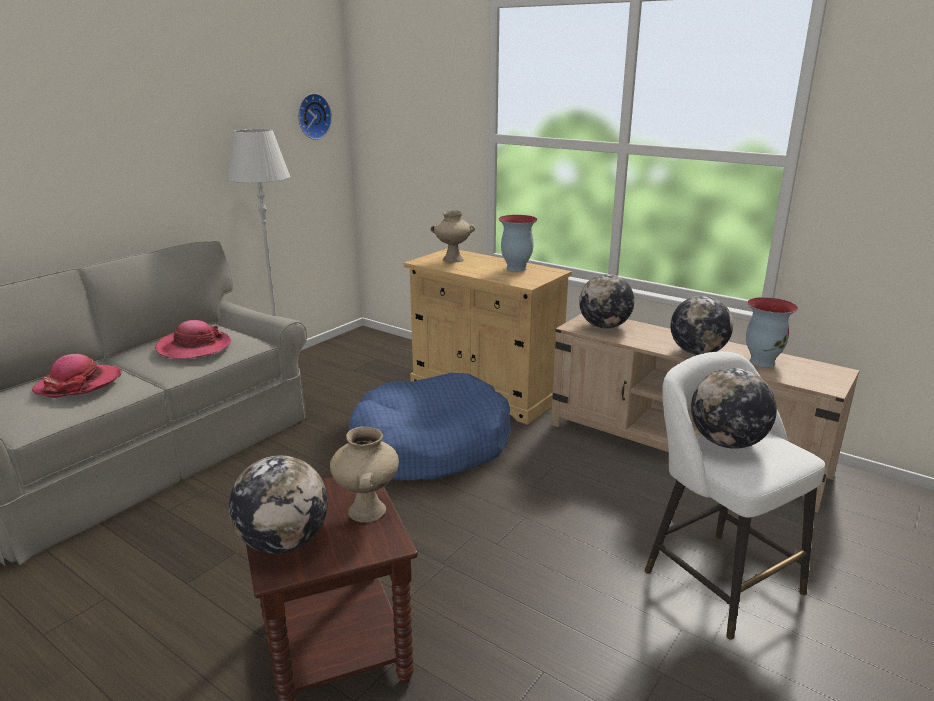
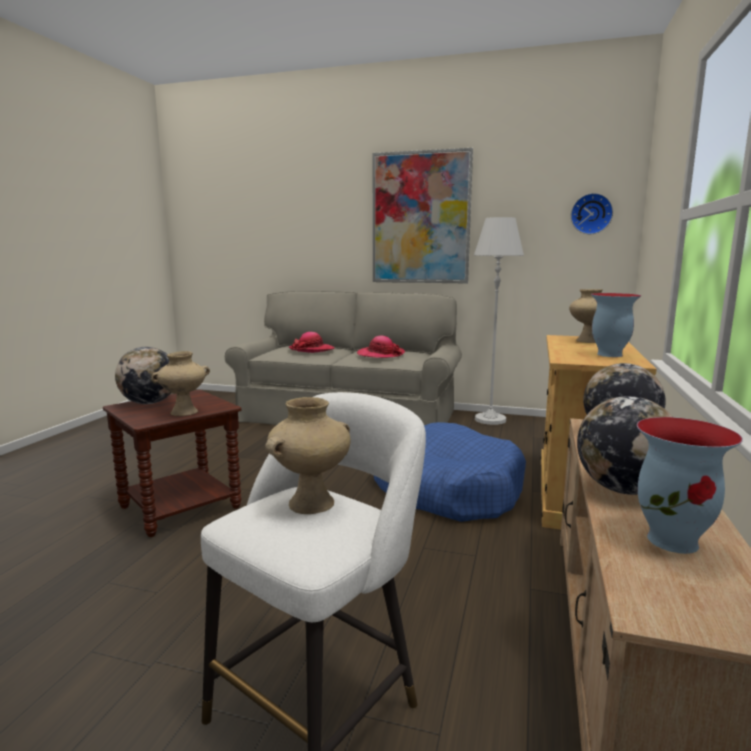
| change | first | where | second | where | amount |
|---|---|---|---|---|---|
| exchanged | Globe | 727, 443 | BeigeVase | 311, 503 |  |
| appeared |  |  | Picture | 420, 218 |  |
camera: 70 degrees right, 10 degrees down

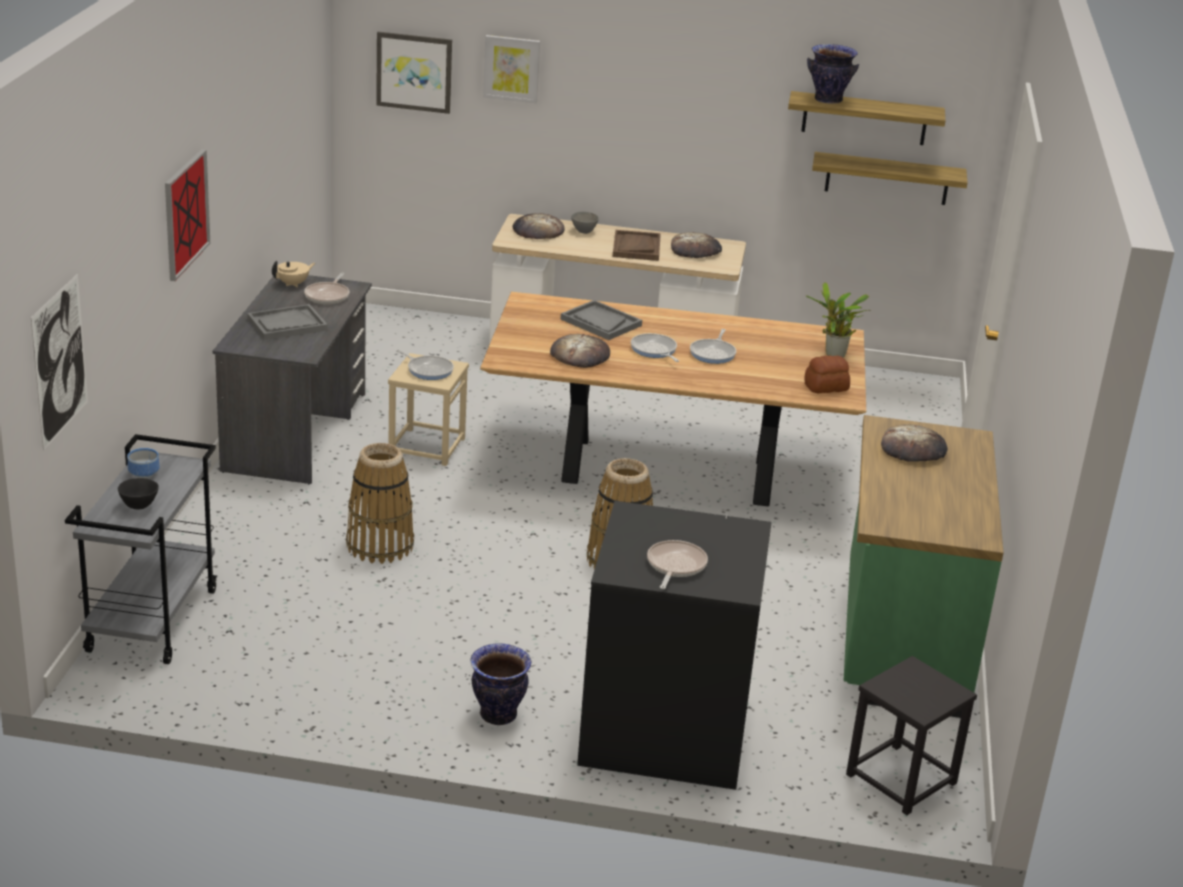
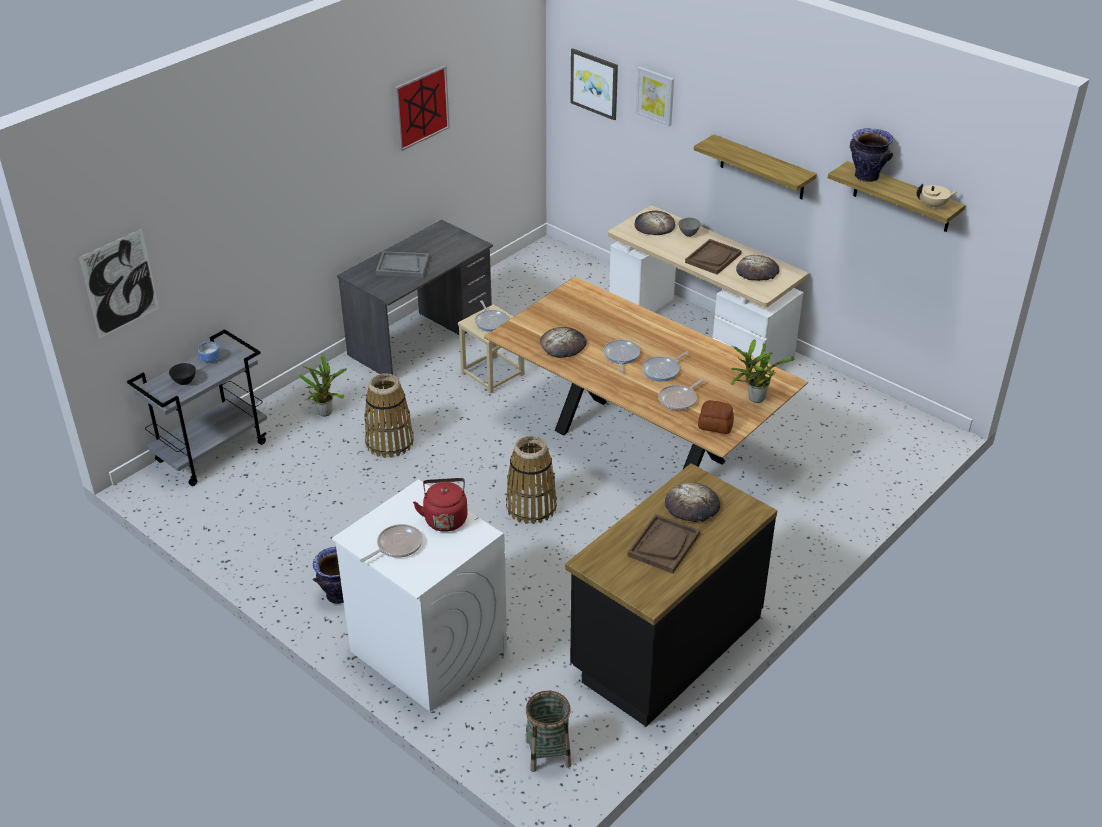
| change | first | where | second | where | amount |
|---|---|---|---|---|---|
| relocated | Picture | 185, 214 |  | 421, 107 |  |
| relocated | BeigeTeapot | 293, 284 |  | 934, 205 |  |
| relocated | FryingPan | 328, 296 |  | 679, 399 |  |
| missing | GreyTray | 600, 322 |  |  |  |
| colour | BlackWashingMachine | 663, 731 | WhiteWashingMachine | 428, 649 |  |
| relocated | Shelf | 887, 178 |  | 762, 168 |  |
| colour | GreenCounter | 900, 640 | BlackCounter | 665, 644 |  |
| exchanged | BlackStool | 901, 779 | Basket | 548, 753 |  |
| appeared |  |  | PottedPlant | 326, 411 |  |
| appeared |  |  | RedKettle | 445, 518 |  |
| appeared |  |  | BrownTray | 663, 545 |  |
camera: 35 degrees right, 10 degrees up

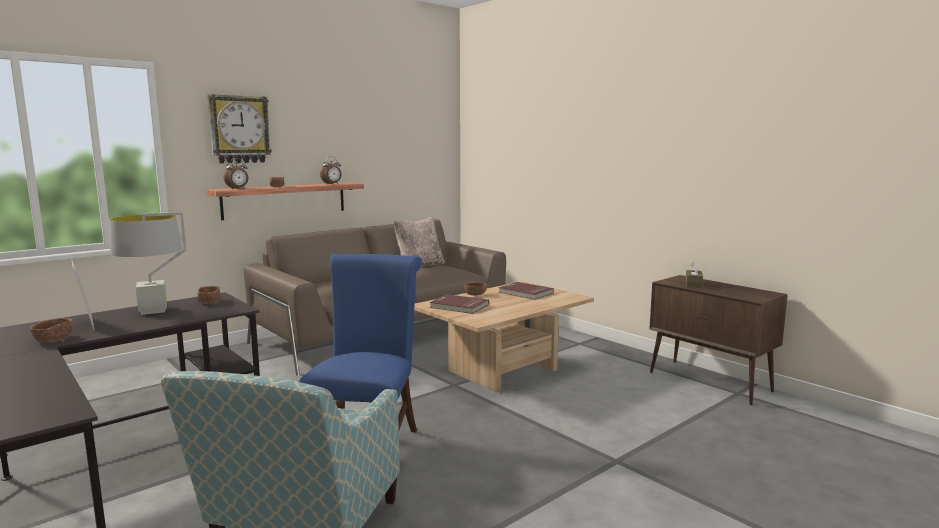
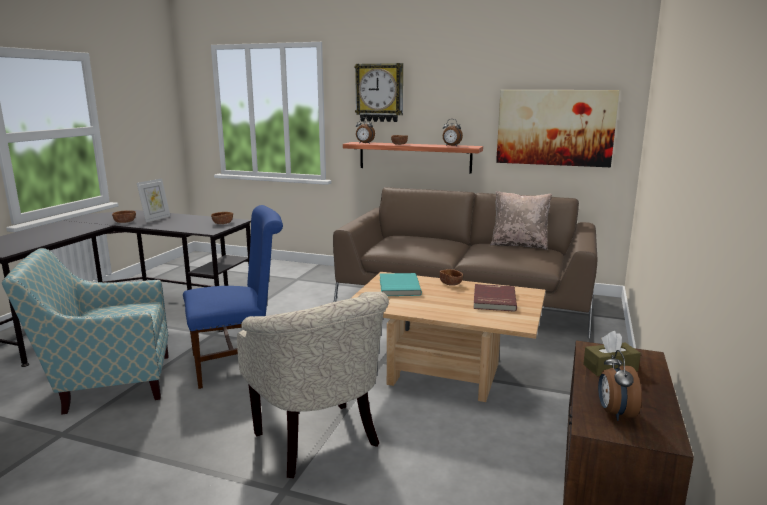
| change | first | where | second | where | amount |
|---|---|---|---|---|---|
| missing | GreyTableLamp | 153, 310 |  |  |  |
| colour | RedBook | 459, 306 | TurquoiseBook | 398, 287 |  |
| appeared |  |  | BeigeArmchair | 320, 442 |  |
| appeared |  |  | Picture | 555, 127 |  |
| appeared |  |  | AlarmClock | 614, 413 |  |
camera: 60 degrees right, 5 degrees up

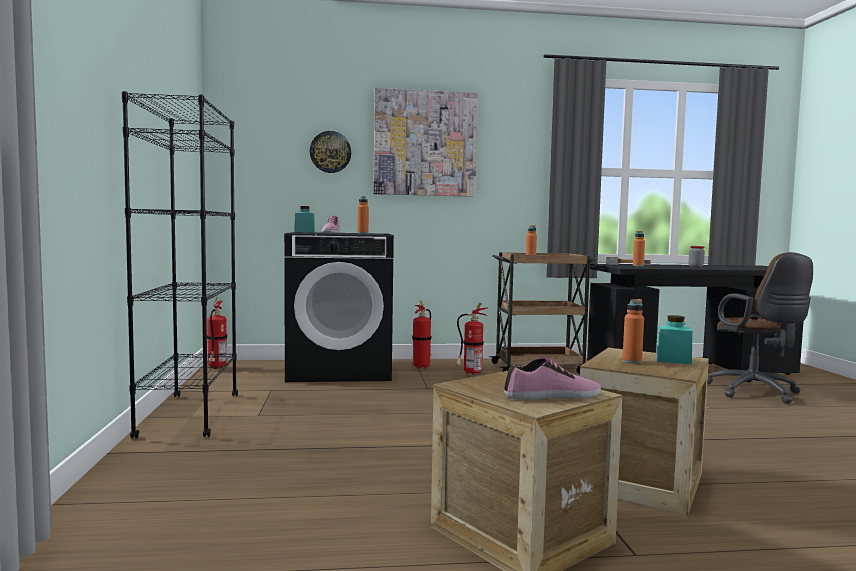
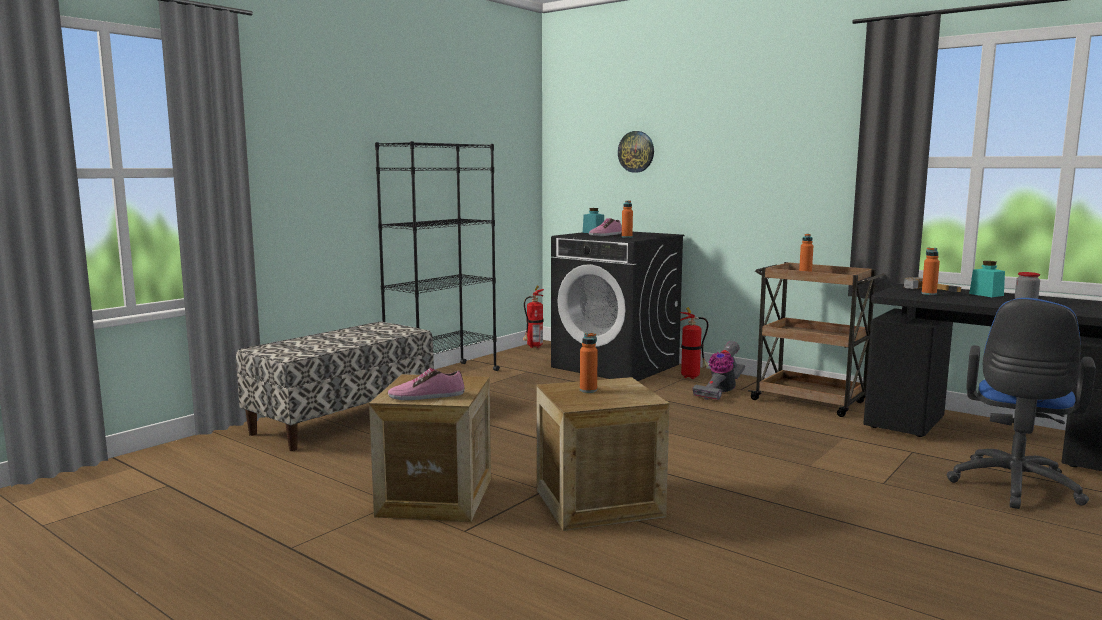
| change | first | where | second | where | amount |
|---|---|---|---|---|---|
| missing | Picture | 425, 143 |  |  |  |
| exchanged | FireExtinguisher | 470, 373 | VacuumCleaner | 720, 392 |  |
| spun | Shoe | 553, 396 |  | 426, 396 | 135 degrees clockwise |
| relocated | TurquoiseJar | 673, 360 |  | 986, 294 |  |
| colour | BrownOfficeChair | 756, 393 | BlueOfficeChair | 1013, 488 |  |
| appeared |  |  | Bench | 343, 419 |  |
camera: 45 degrees right, 5 degrees up

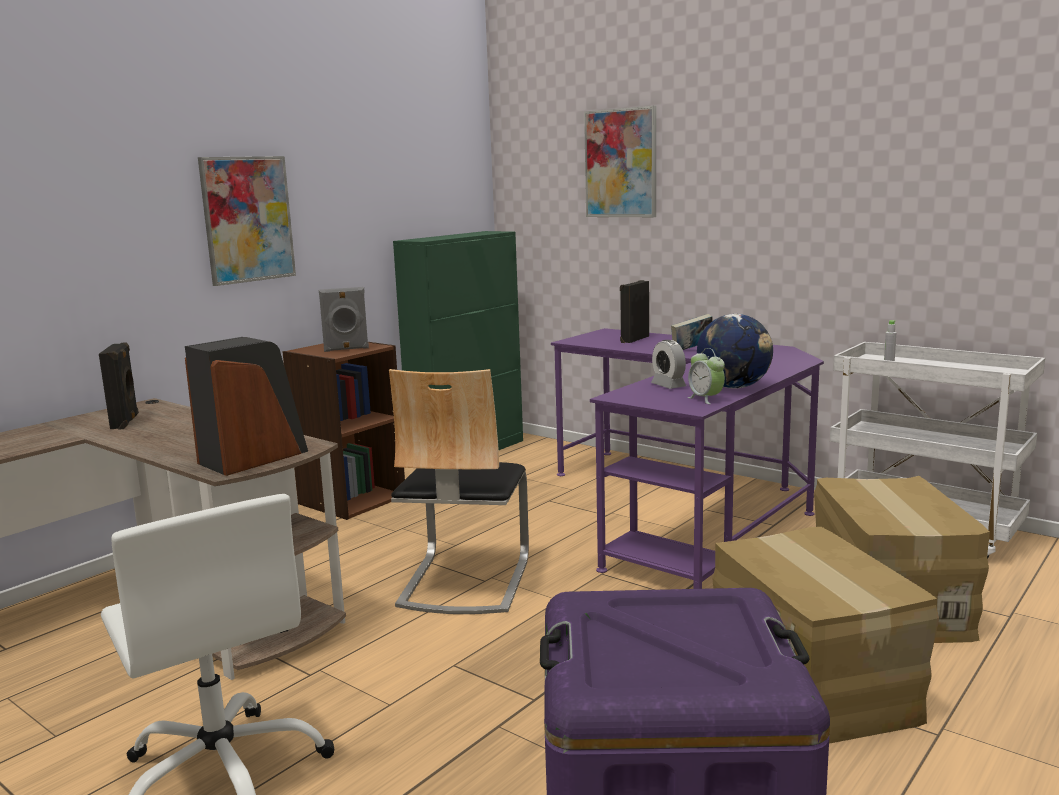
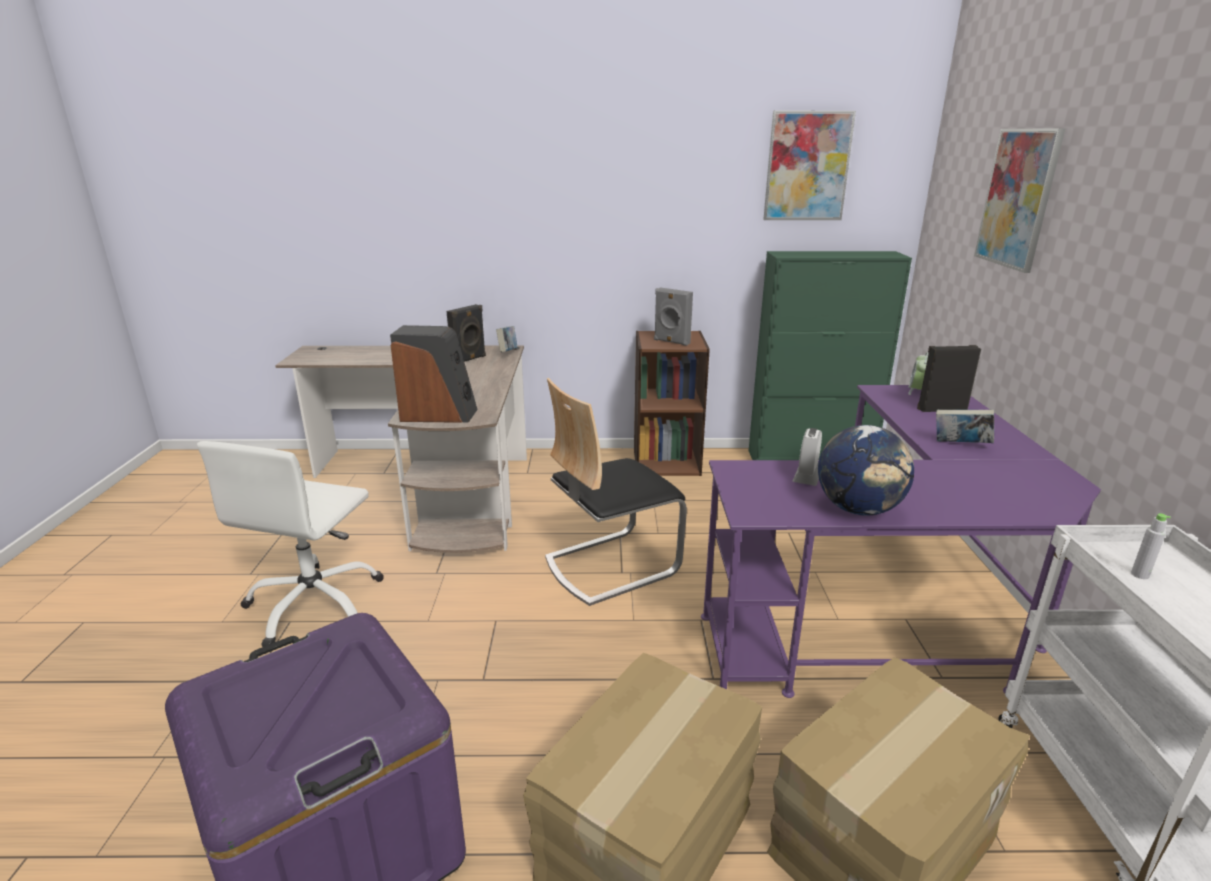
| change | first | where | second | where | amount |
|---|---|---|---|---|---|
| relocated | Picture | 247, 219 |  | 807, 166 |  |
| relocated | AlarmClock | 705, 399 |  | 917, 391 |  |
| appeared |  |  | Book | 508, 352 |  |
camera: 50 degrees right, 10 degrees up

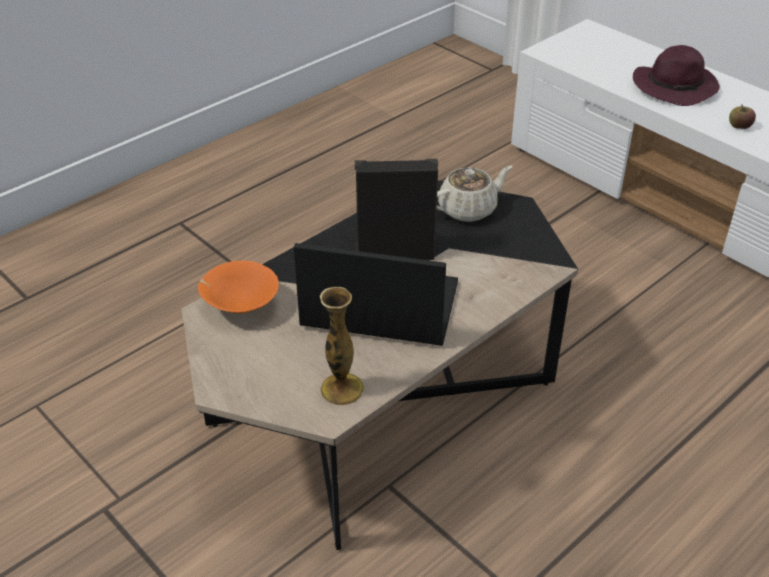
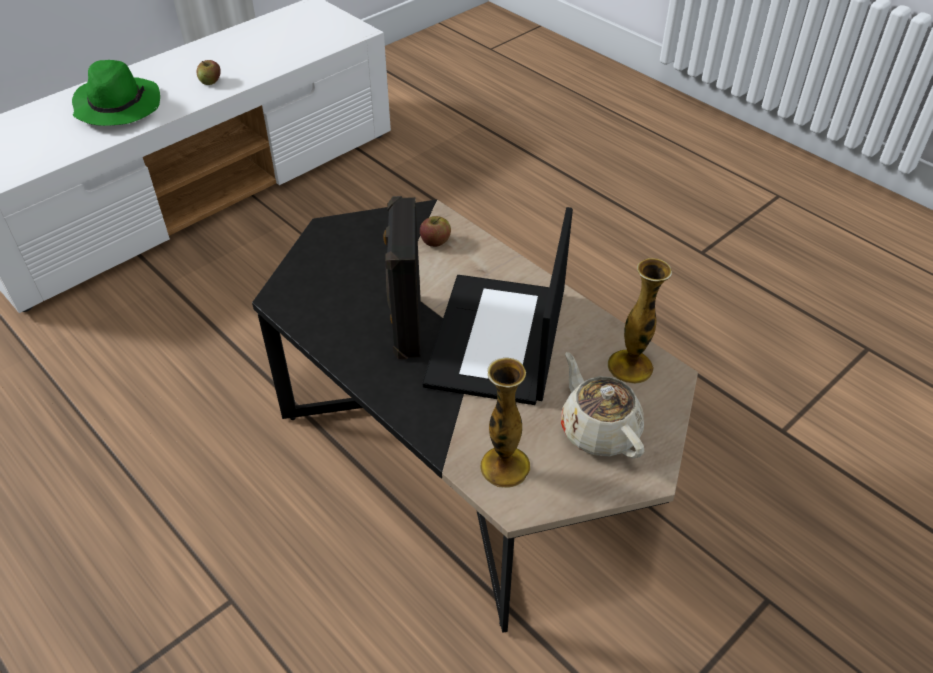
| change | first | where | second | where | amount |
|---|---|---|---|---|---|
| exchanged | OrangeBowl | 239, 307 | Vase | 505, 466 |  |
| relocated | BeigeTeapot | 468, 209 |  | 598, 430 |  |
| colour | PurpleHat | 675, 87 | GreenHat | 117, 106 |  |
| appeared |  |  | Apple | 435, 241 |  |
camera: 90 degrees left, 5 degrees up

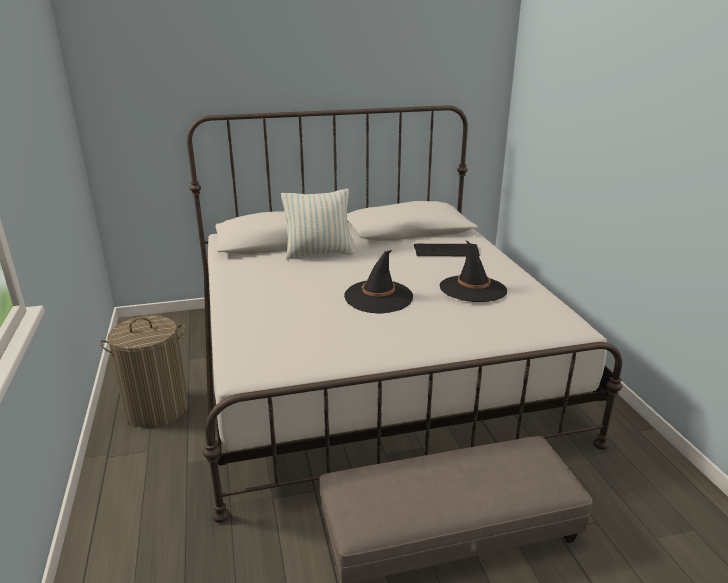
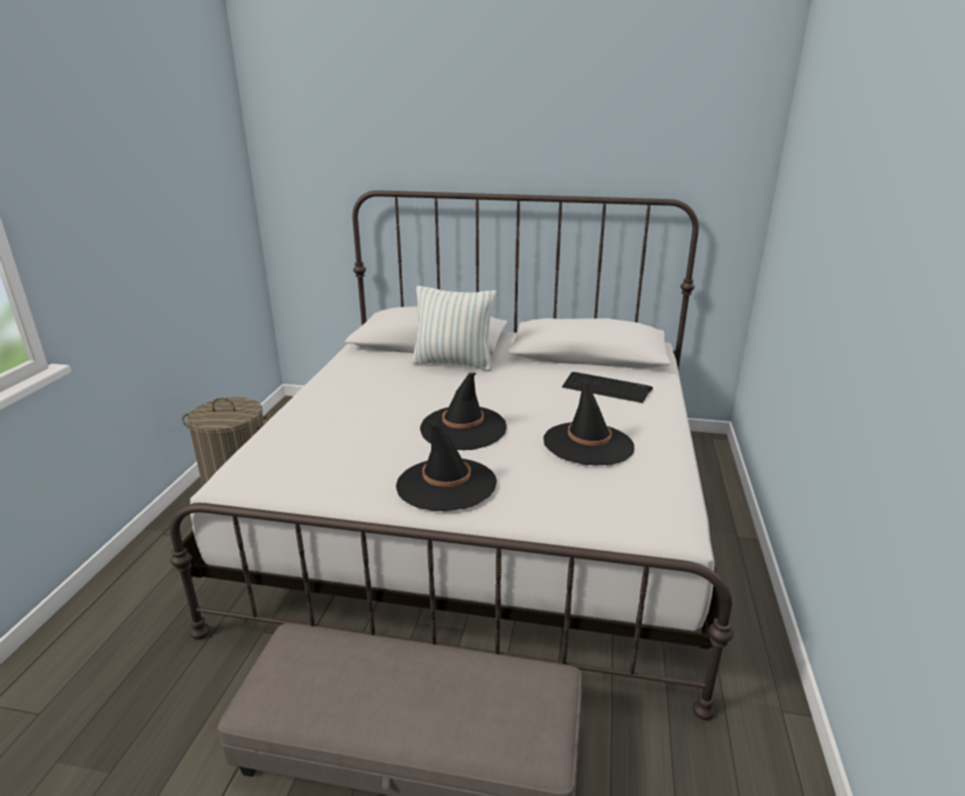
| change | first | where | second | where | amount |
|---|---|---|---|---|---|
| appeared |  |  | BlackHat | 446, 484 |  |
camera: 25 degrees right, 0 degrees up

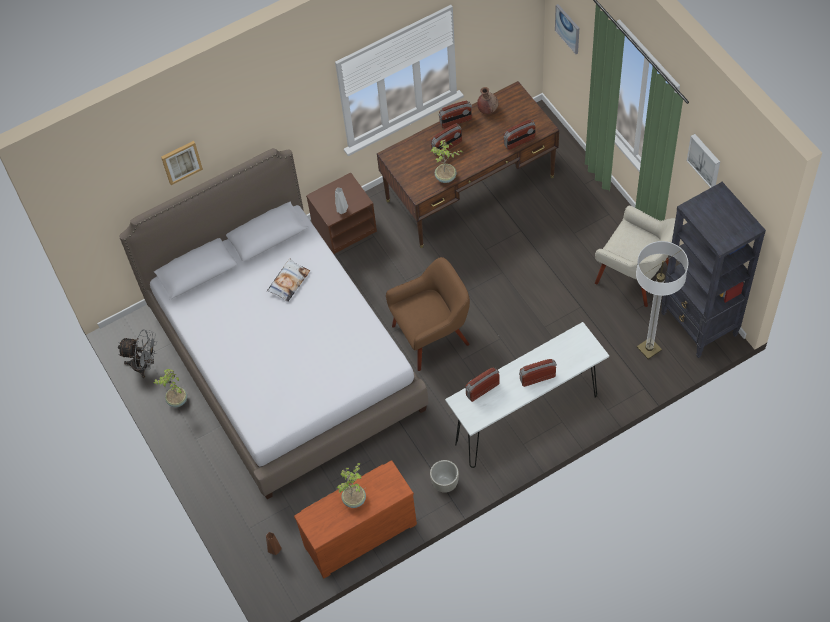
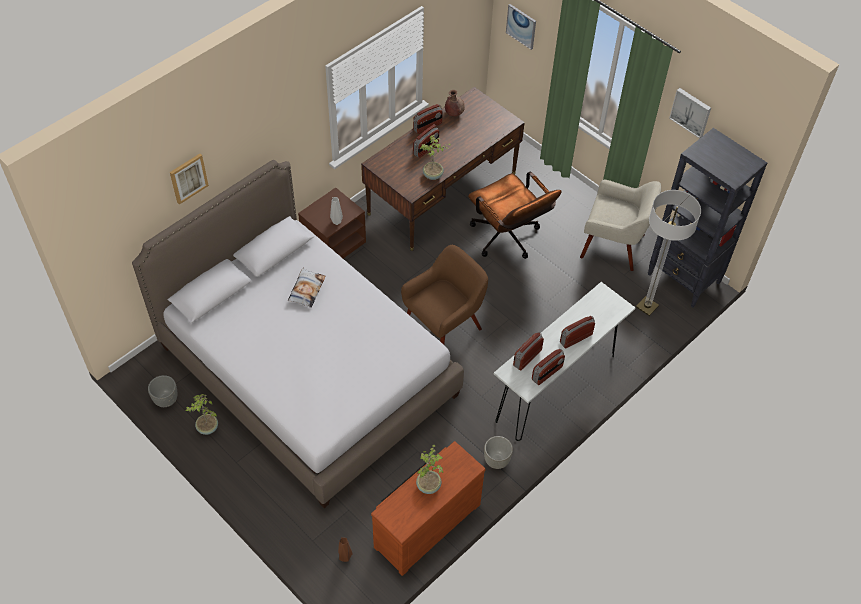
| change | first | where | second | where | amount |
|---|---|---|---|---|---|
| exchanged | GreyFan | 144, 365 | GreyPlanter | 166, 400 |  |
| relocated | Radio | 519, 141 |  | 547, 373 |  |
| appeared |  |  | BrownOfficeChair | 508, 240 |  |
camera: 20 degrees left, 5 degrees down

